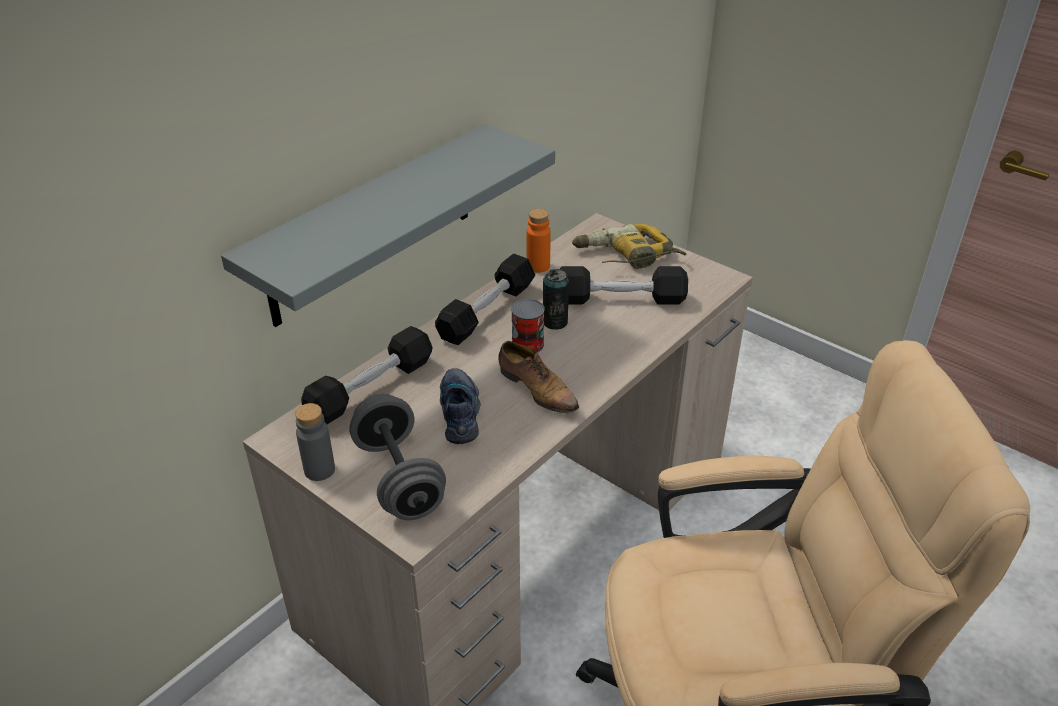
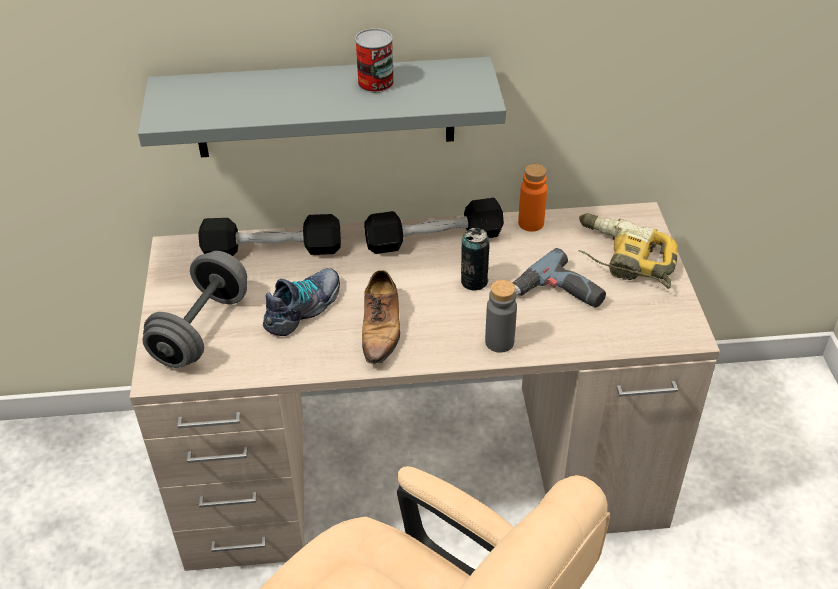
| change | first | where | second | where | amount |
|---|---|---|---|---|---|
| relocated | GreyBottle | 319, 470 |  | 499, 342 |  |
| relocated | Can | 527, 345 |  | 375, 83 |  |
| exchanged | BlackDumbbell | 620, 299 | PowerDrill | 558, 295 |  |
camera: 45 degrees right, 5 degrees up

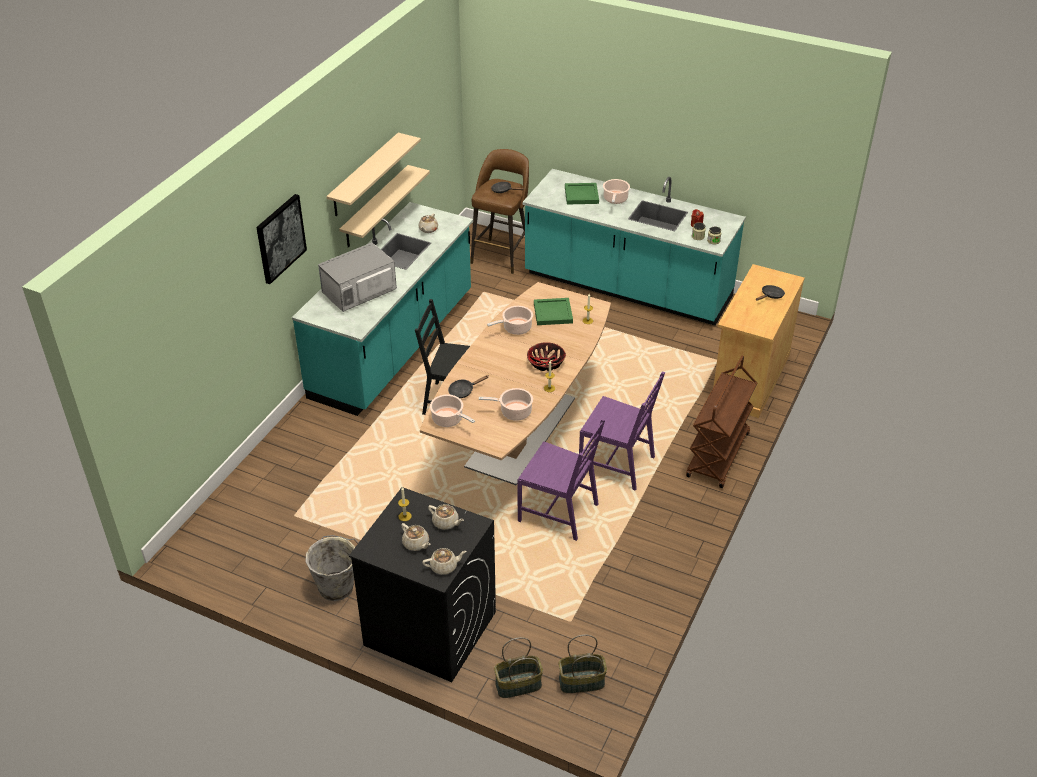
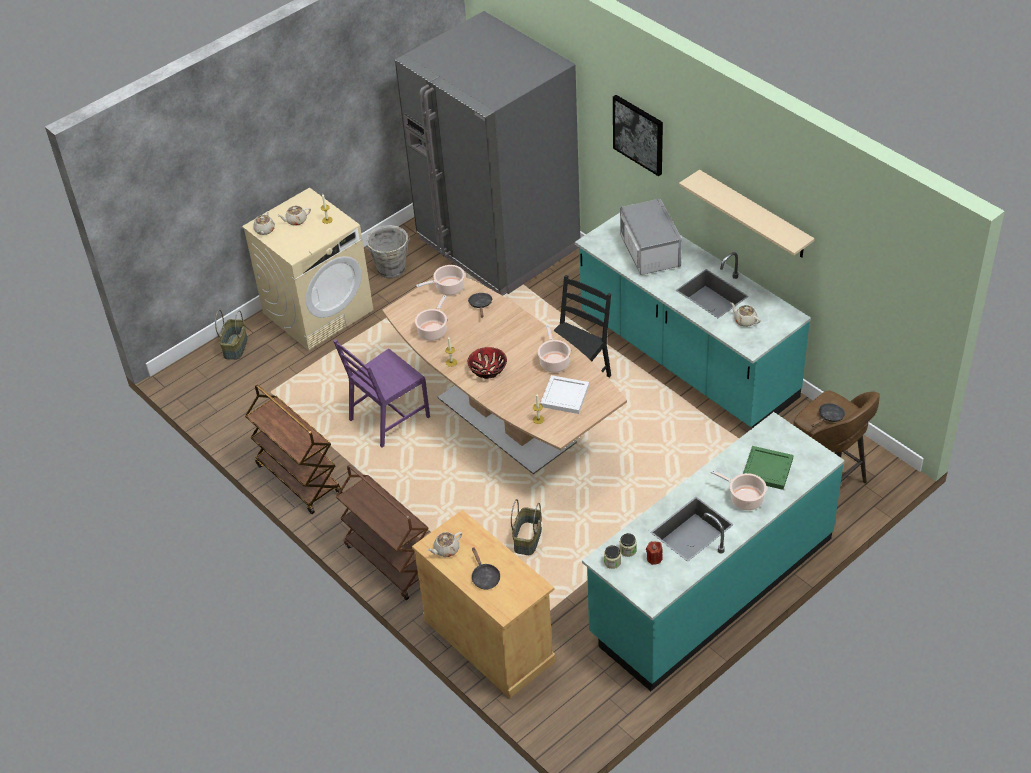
| change | first | where | second | where | amount |
|---|---|---|---|---|---|
| missing | BeigeShelf | 375, 207 |  |  |  |
| colour | BlackWashingMachine | 429, 628 | BeigeWashingMachine | 318, 311 |  |
| relocated | BeigeTeapot | 446, 523 |  | 446, 550 |  |
| colour | GreenTray | 553, 313 | WhiteTray | 565, 397 |  |
| relocated | Basket | 581, 682 |  | 527, 538 |  |
| missing | PurpleChair | 617, 464 |  |  |  |
| appeared |  |  | BrownCart | 298, 479 |  |
| appeared |  |  | GreyFridge | 498, 244 |  |
camera: 115 degrees right, 5 degrees up

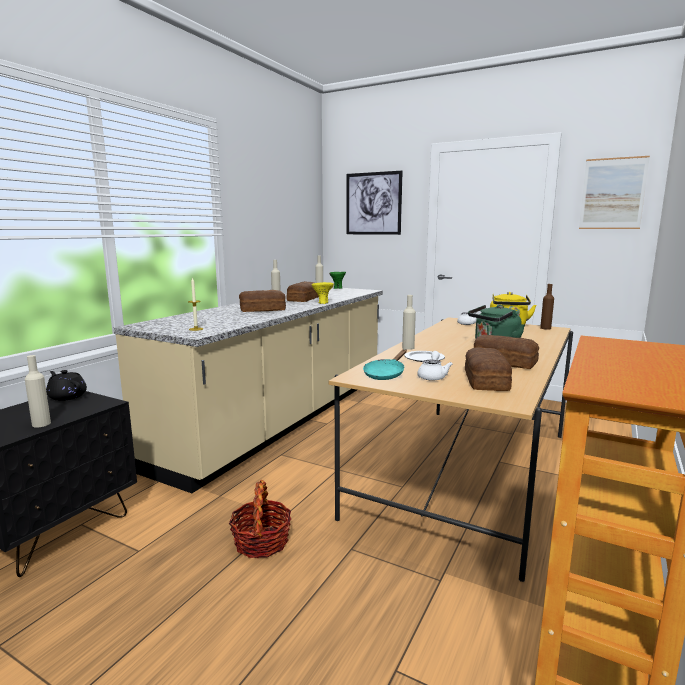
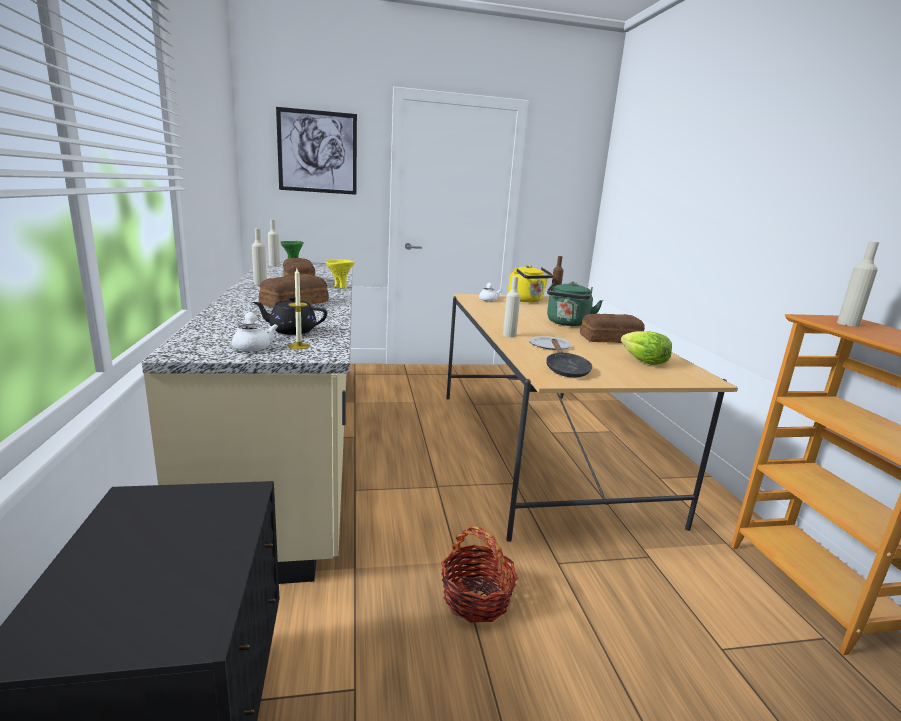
| change | first | where | second | where | amount |
|---|---|---|---|---|---|
| relocated | BeigeBottle | 41, 424 |  | 848, 324 |  |
| relocated | BlackTeapot | 67, 396 |  | 291, 331 |  |
| colour | TurquoiseFryingPan | 385, 374 | BlackFryingPan | 565, 369 |  |
| relocated | WhiteTeapot | 432, 376 |  | 252, 345 |  |
| exchanged | Bread | 485, 381 | Lettuce | 643, 361 |  |
| missing | Picture | 612, 194 |  |  |  |
camera: 40 degrees left, 5 degrees up

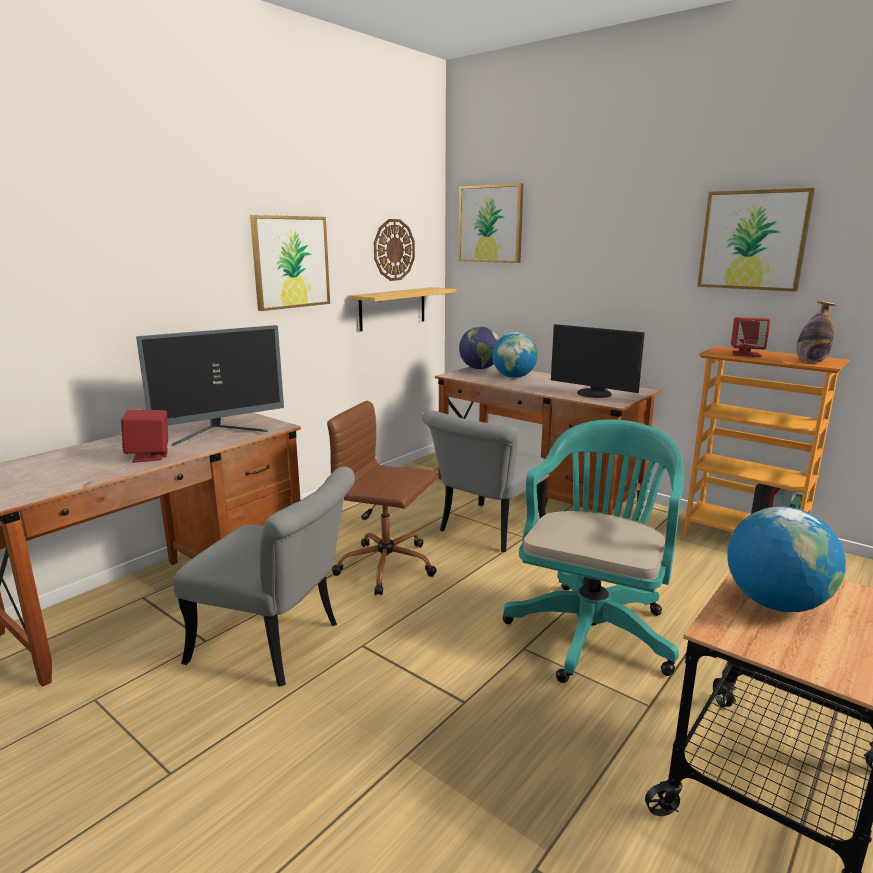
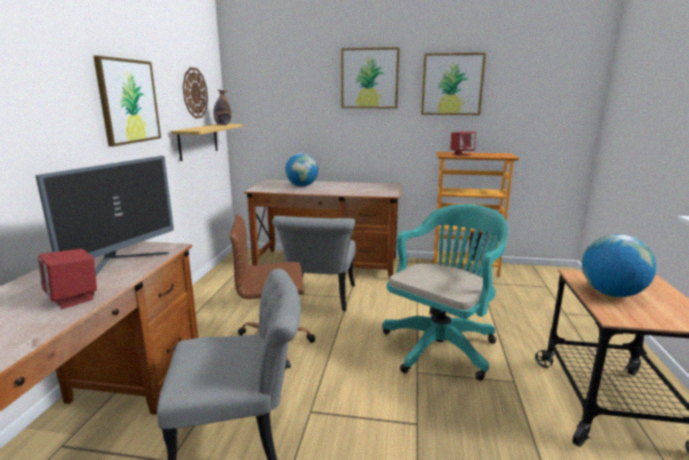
| change | first | where | second | where | amount |
|---|---|---|---|---|---|
| relocated | Picture | 490, 224 |  | 369, 78 |  |
| missing | Globe | 479, 368 |  |  |  |
| spun | TurquoiseOfficeChair | 592, 628 |  | 442, 344 | 45 degrees clockwise |
| missing | Monitor | 593, 394 |  |  |  |
| relocated | Bottle | 810, 361 |  | 222, 124 |  |
camera: 30 degrees left, 0 degrees up

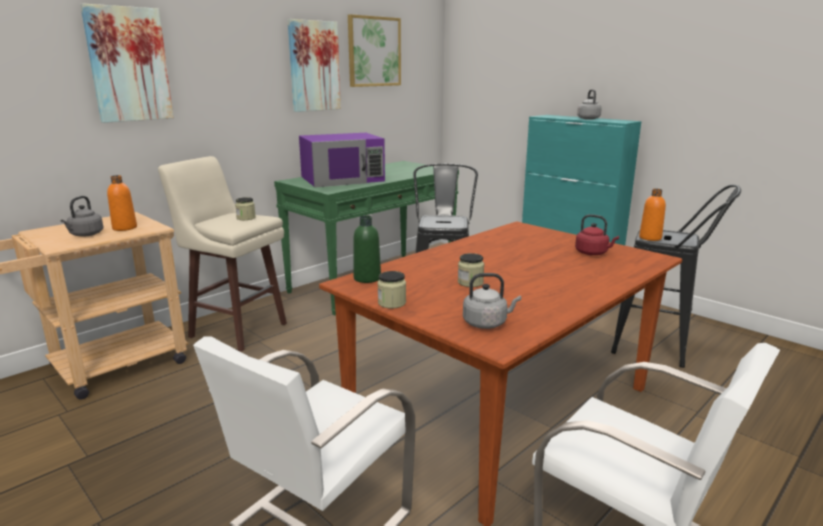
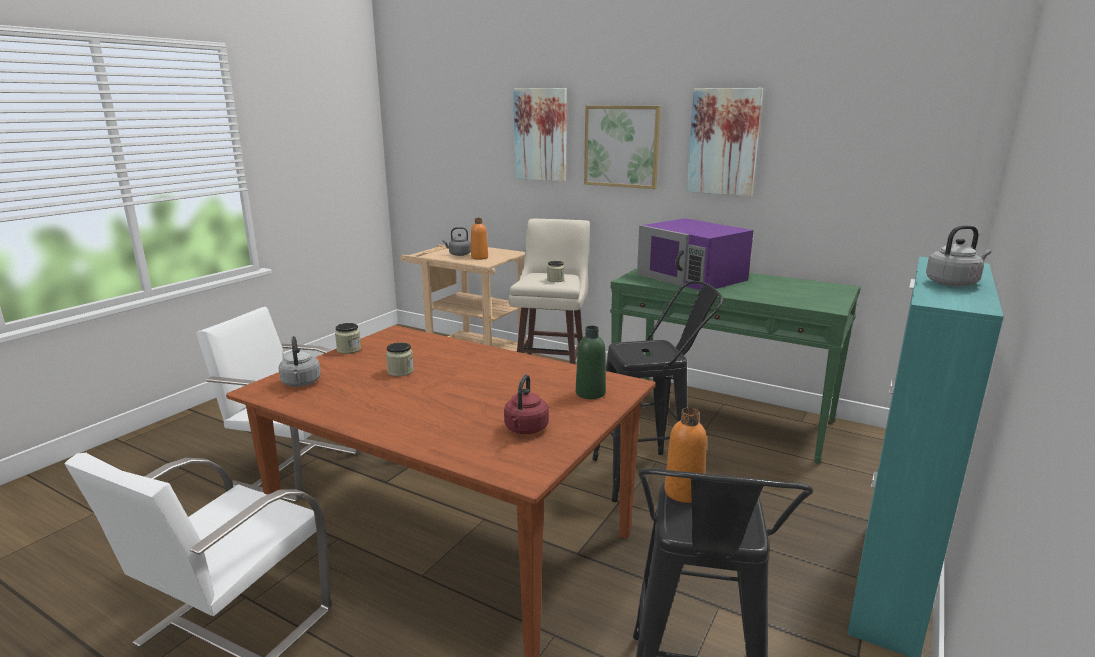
| change | first | where | second | where | amount |
|---|---|---|---|---|---|
| relocated | Picture | 374, 51 |  | 621, 146 |  |
| relocated | GreenBottle | 367, 278 |  | 590, 393 |  |
camera: 75 degrees right, 0 degrees up

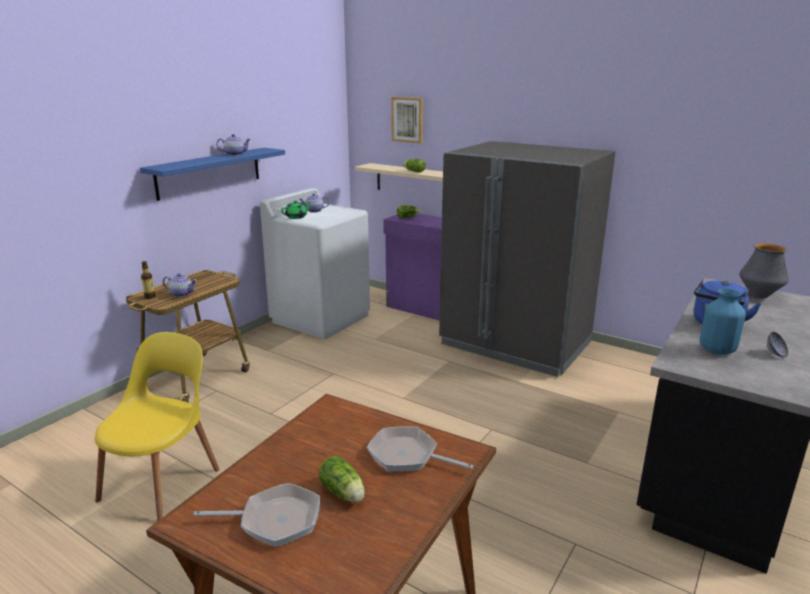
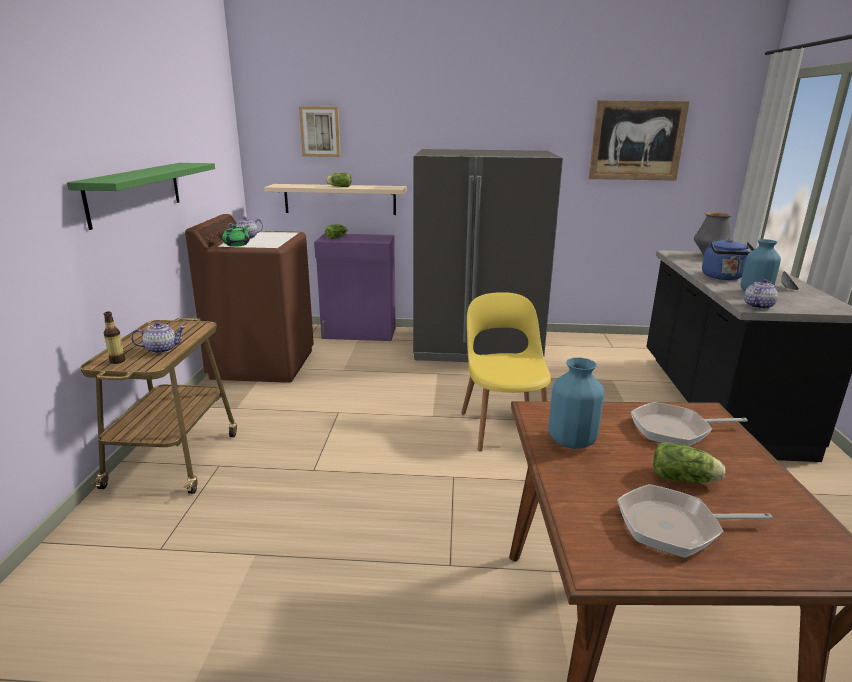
| change | first | where | second | where | amount |
|---|---|---|---|---|---|
| relocated | YellowChair | 163, 481 |  | 503, 426 |  |
| colour | BlueShelf | 209, 172 | GreenShelf | 135, 192 |  |
| spun | FryingPan | 274, 520 |  | 674, 527 | 150 degrees counterclockwise |
| relocated | Teapot | 235, 154 |  | 757, 306 |  |
| colour | WhiteWashingMachine | 321, 318 | BrownWashingMachine | 263, 363 |  |
| appeared |  |  | BlueVase | 572, 441 |  |
| appeared |  |  | Picture | 637, 141 |  |
camera: 30 degrees left, 0 degrees up

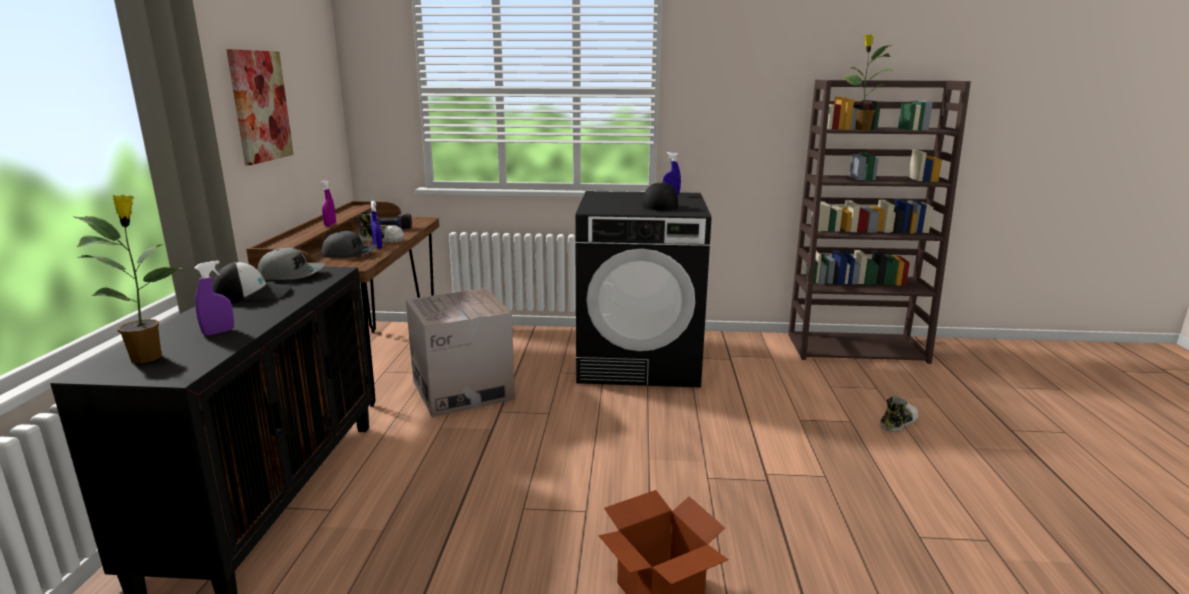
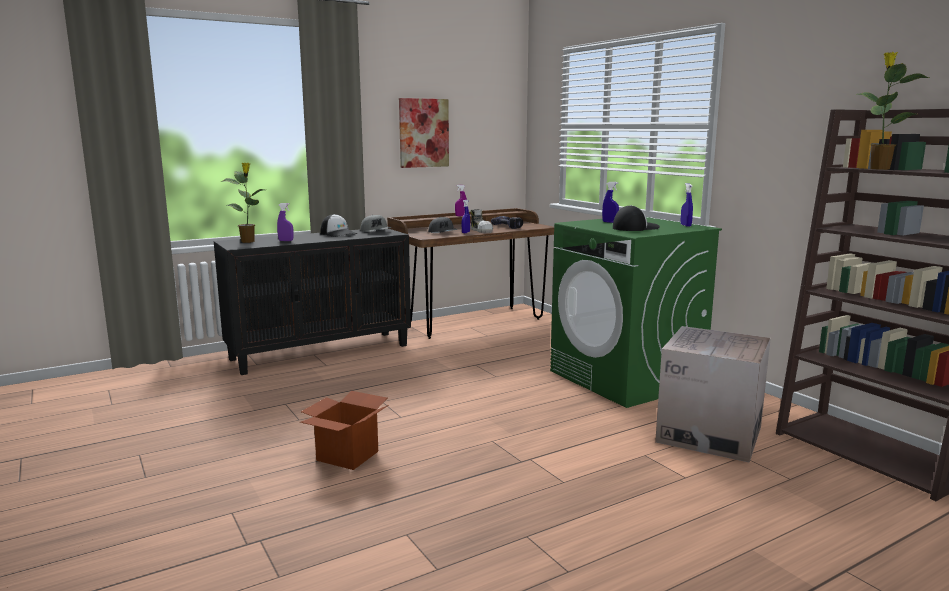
| change | first | where | second | where | amount |
|---|---|---|---|---|---|
| relocated | CardboardBox | 462, 390 |  | 709, 434 |  |
| colour | BlackWashingMachine | 639, 361 | GreenWashingMachine | 626, 378 |  |
| missing | Shoe | 897, 422 |  |  |  |
| appeared |  |  | BlueSprayBottle | 610, 222 |  |
camera: 55 degrees right, 5 degrees down

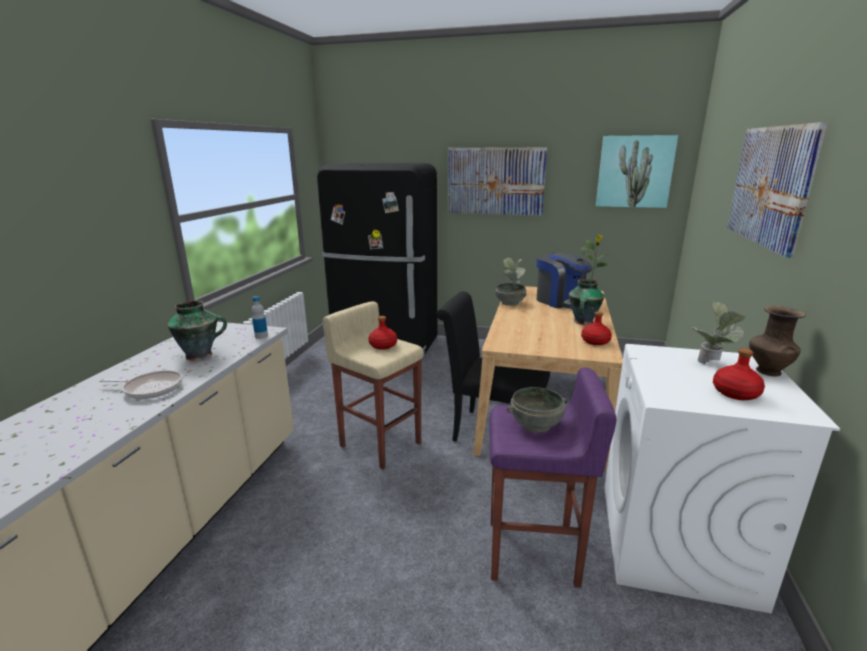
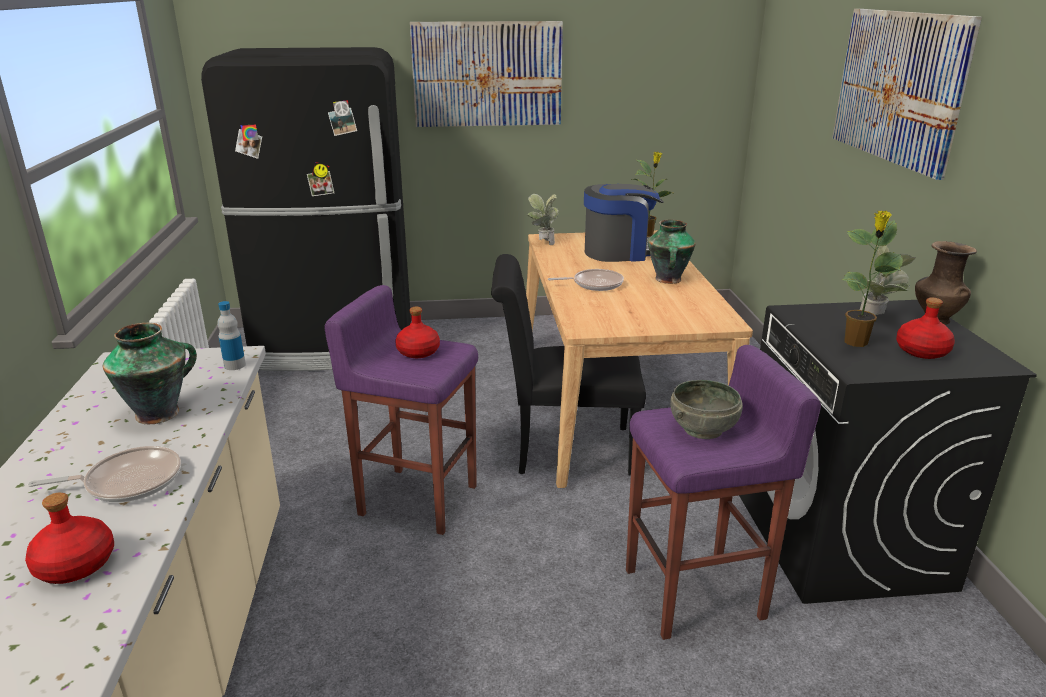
| change | first | where | second | where | amount |
|---|---|---|---|---|---|
| colour | BeigeStool | 380, 443 | PurpleStool | 417, 498 |  |
| missing | GreyBowl | 510, 303 |  |  |  |
| spun | CoffeeMachine | 561, 301 |  | 620, 252 | 45 degrees counterclockwise |
| relocated | RedBottle | 595, 341 |  | 75, 565 |  |
| missing | Picture | 634, 172 |  |  |  |
| colour | WhiteWashingMachine | 676, 543 | BlackWashingMachine | 842, 541 |  |
| appeared |  |  | FryingPan | 594, 284 |  |
| appeared |  |  | PottedPlant | 855, 343 |  |
camera: 20 degrees left, 5 degrees up

